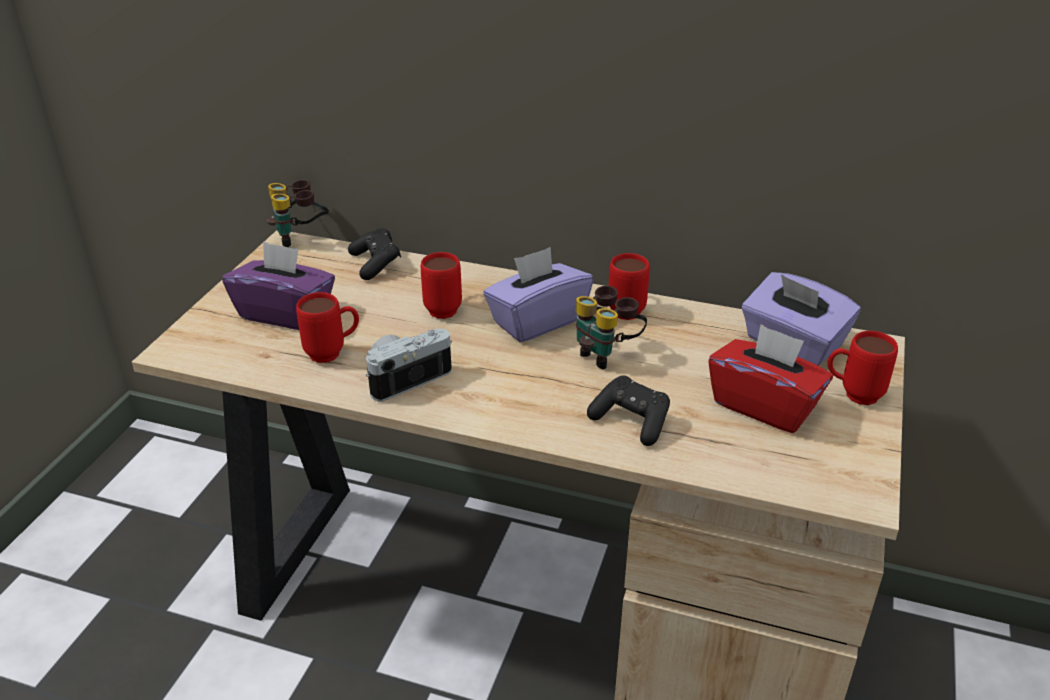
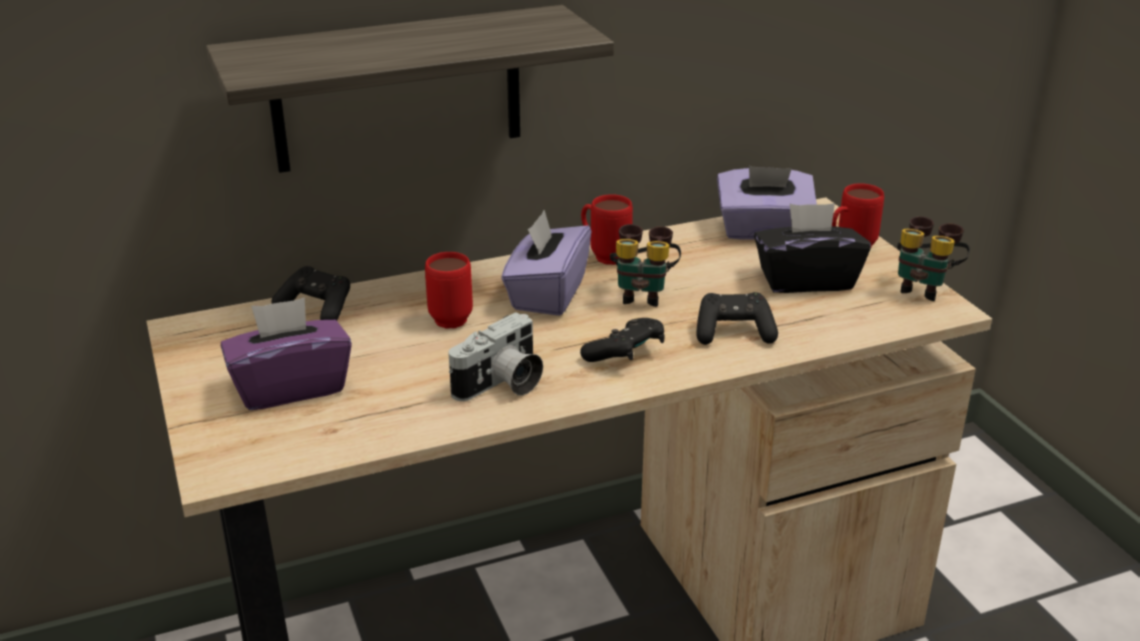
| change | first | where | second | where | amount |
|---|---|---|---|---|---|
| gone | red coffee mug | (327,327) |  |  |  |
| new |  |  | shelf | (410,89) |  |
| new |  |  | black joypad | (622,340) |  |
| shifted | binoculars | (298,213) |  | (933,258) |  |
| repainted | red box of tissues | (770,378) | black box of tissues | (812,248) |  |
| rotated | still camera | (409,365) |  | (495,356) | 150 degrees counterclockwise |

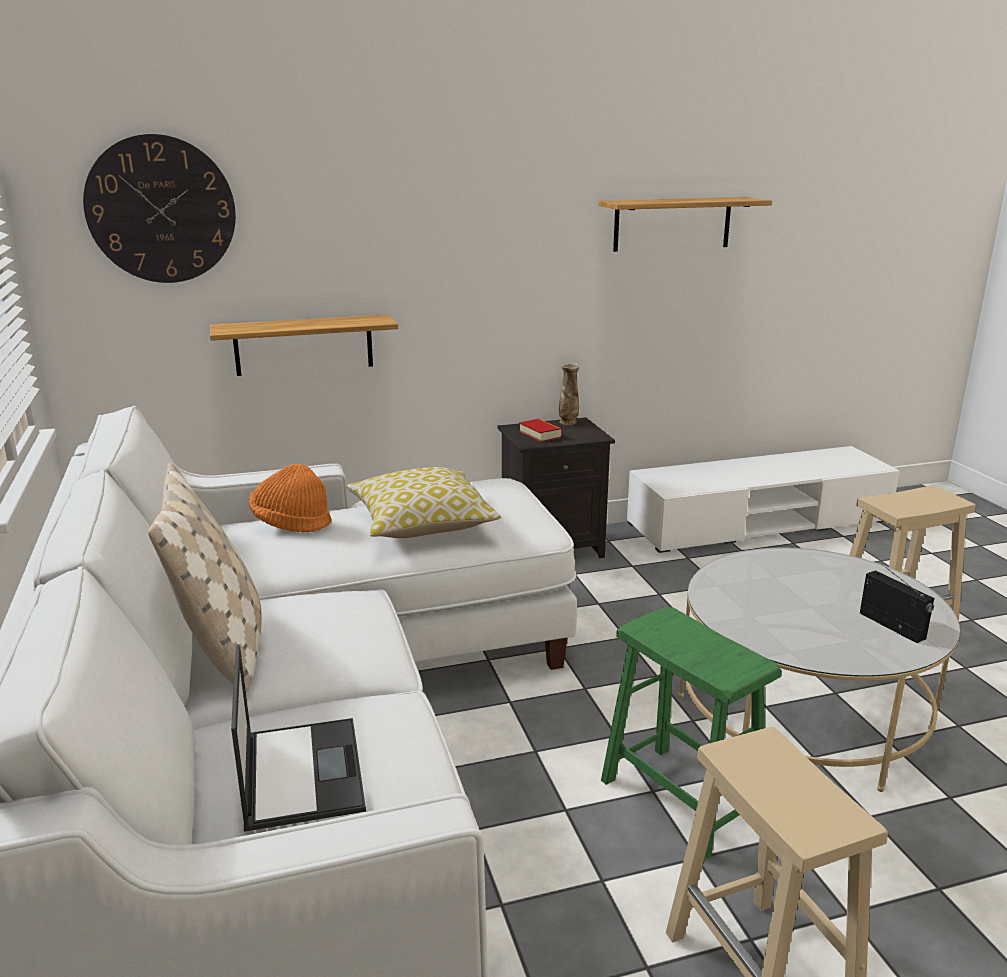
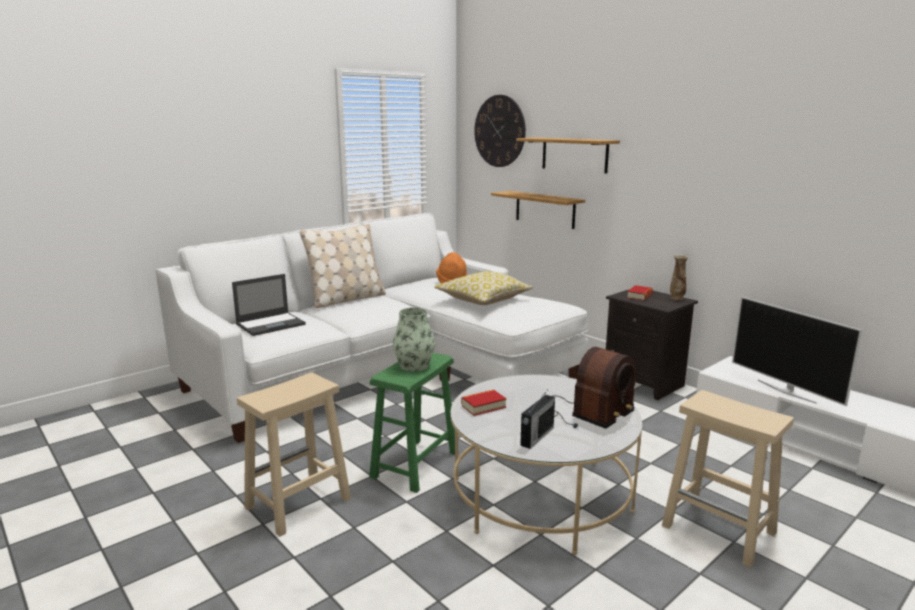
| change | first | where | second | where | amount |
|---|---|---|---|---|---|
| new |  |  | decorative vase | (414,339) |  |
| new |  |  | book | (483,403) |  |
| new |  |  | radio set | (595,388) |  |
| new |  |  | TV | (797,351) |  |
| shifted | shelf | (685,224) |  | (568,156) |  |

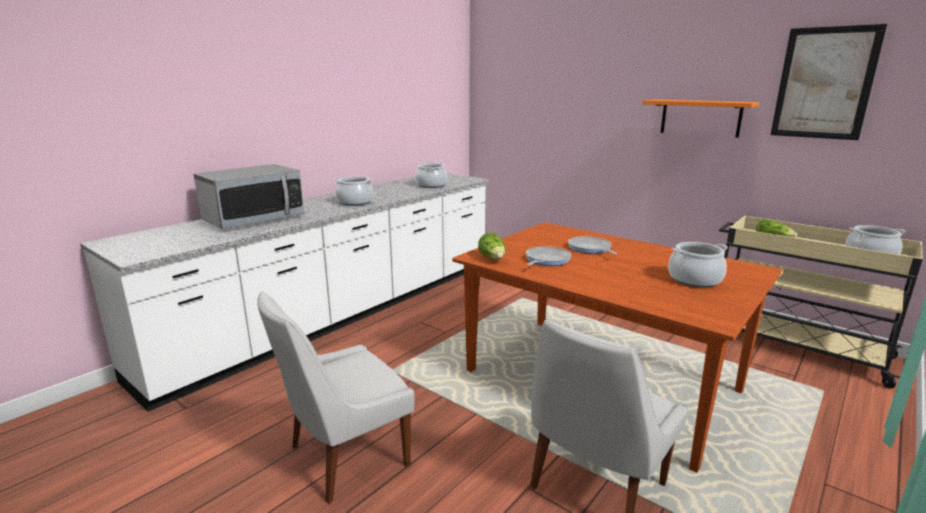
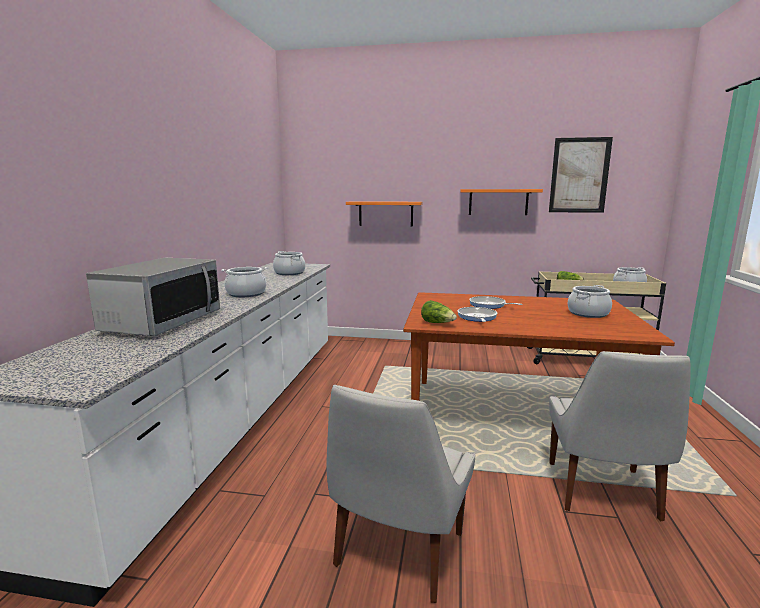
| change | first | where | second | where | amount |
|---|---|---|---|---|---|
| new |  |  | orange-coloured shelf | (384,213) |  |

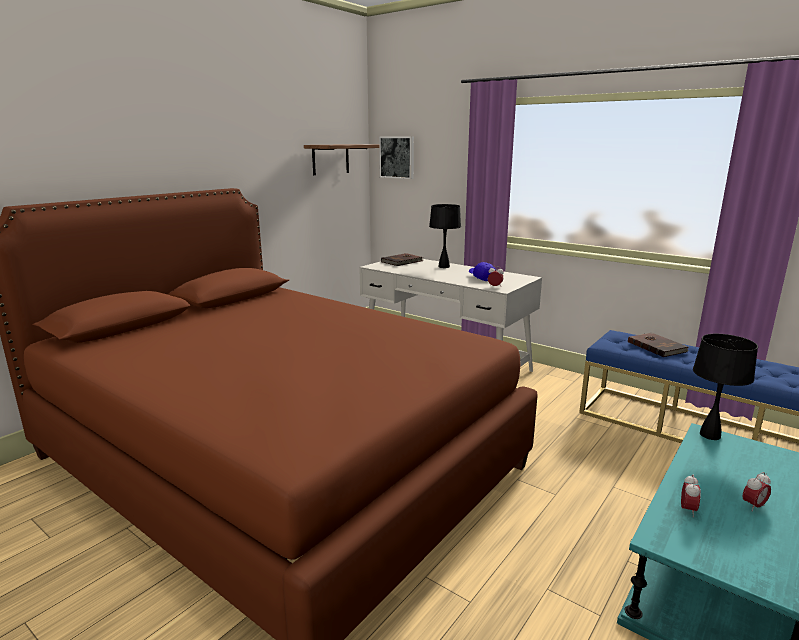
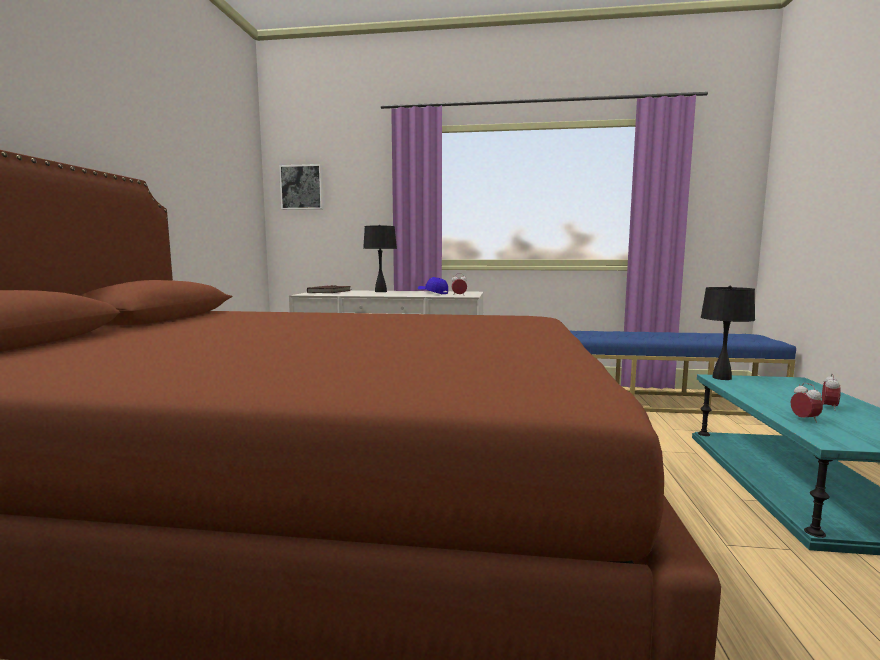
| change | first | where | second | where | amount |
|---|---|---|---|---|---|
| gone | shelf | (341,159) |  |  |  |
| gone | brown book | (658,345) |  |  |  |

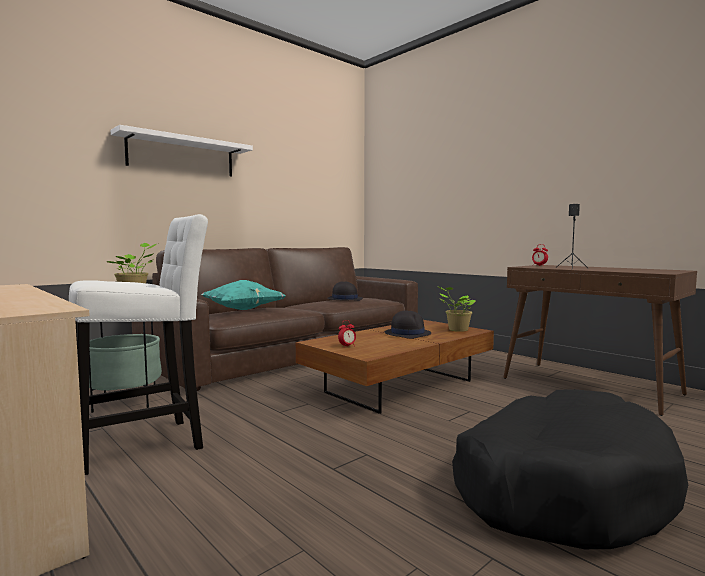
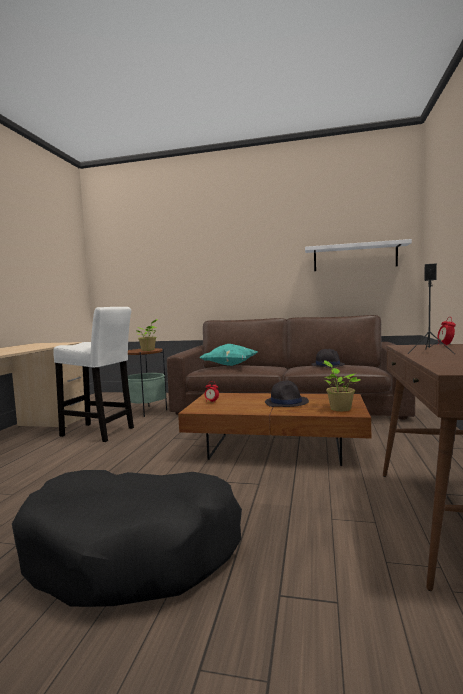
| change | first | where | second | where | amount |
|---|---|---|---|---|---|
| shifted | whitish shelf | (182,151) |  | (358,255) |  |

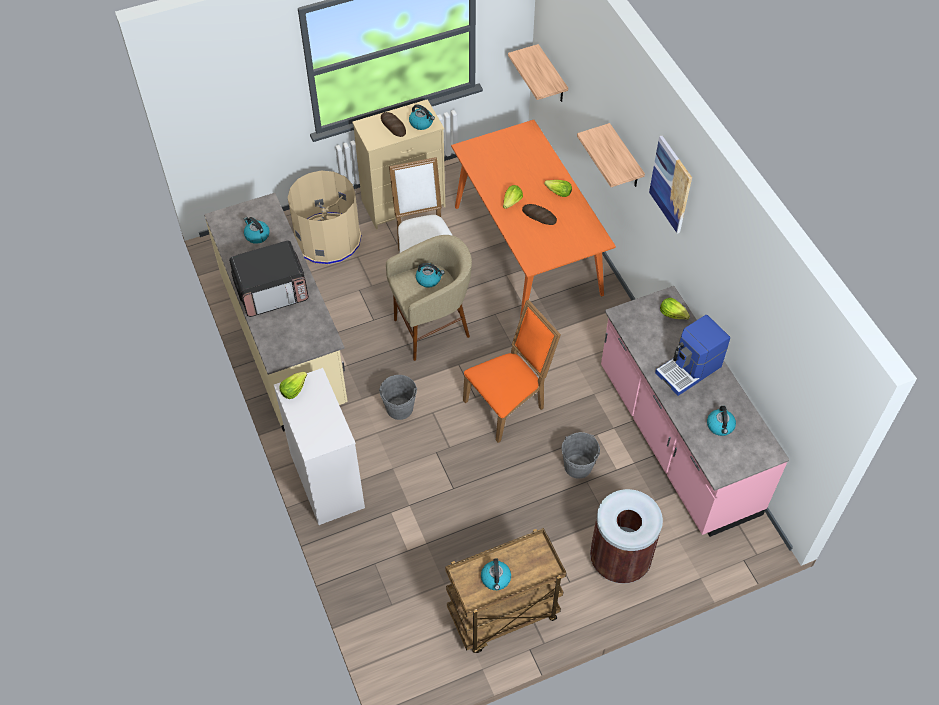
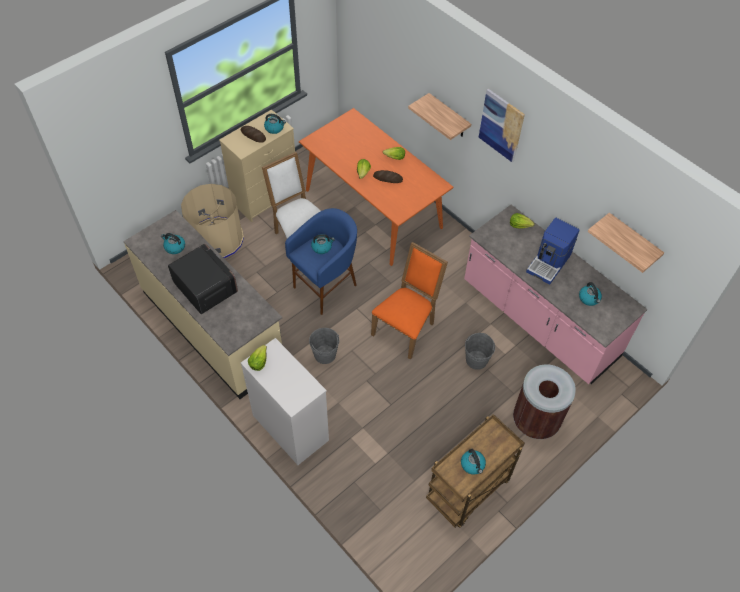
| change | first | where | second | where | amount |
|---|---|---|---|---|---|
| shifted | shelf | (538,73) |  | (626,243) |  |
| repainted | sand-coloured stool seat | (429,298) | blue stool seat | (321,261) |  |
| rotated | microwave | (269,279) |  | (203,278) | 90 degrees counterclockwise |

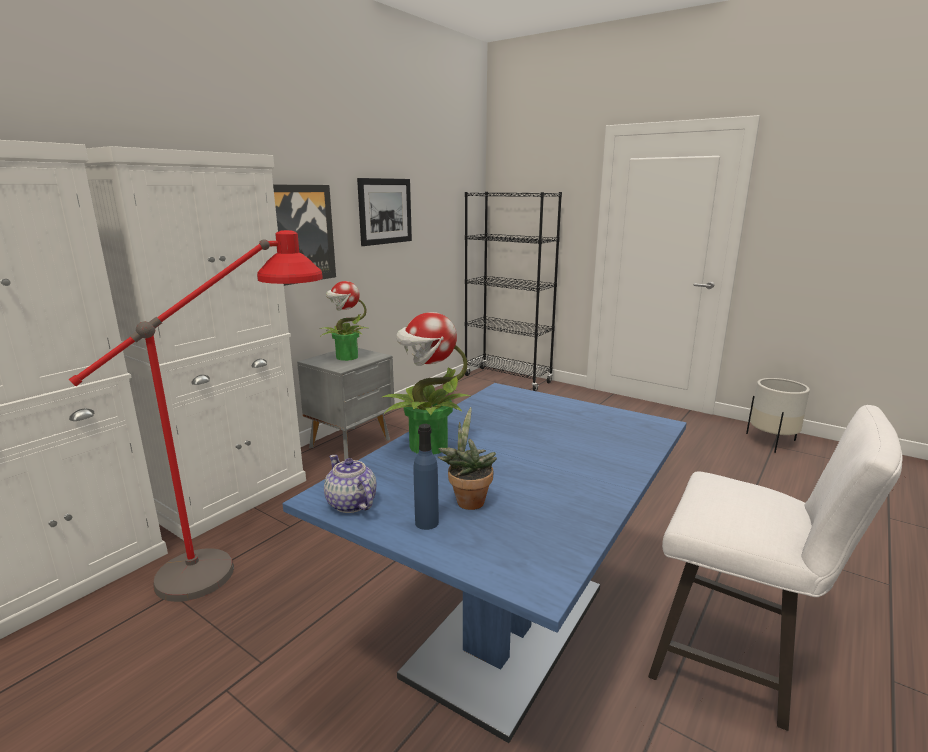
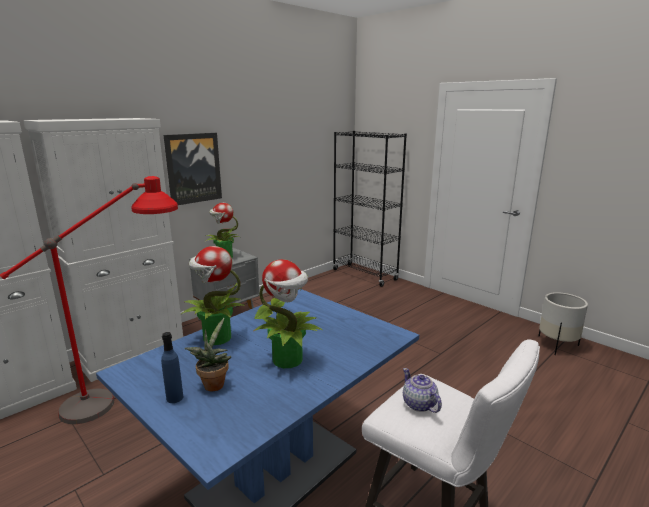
| change | first | where | second | where | amount |
|---|---|---|---|---|---|
| gone | picture | (384,212) |  |  |  |
| new |  |  | potted plant | (288,313) |  |
| shifted | tea pot | (350,484) |  | (422,390) |  |

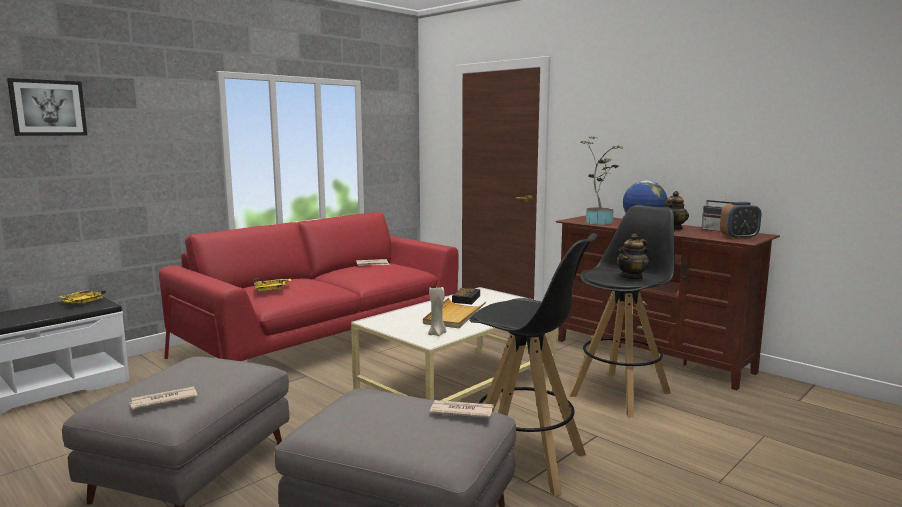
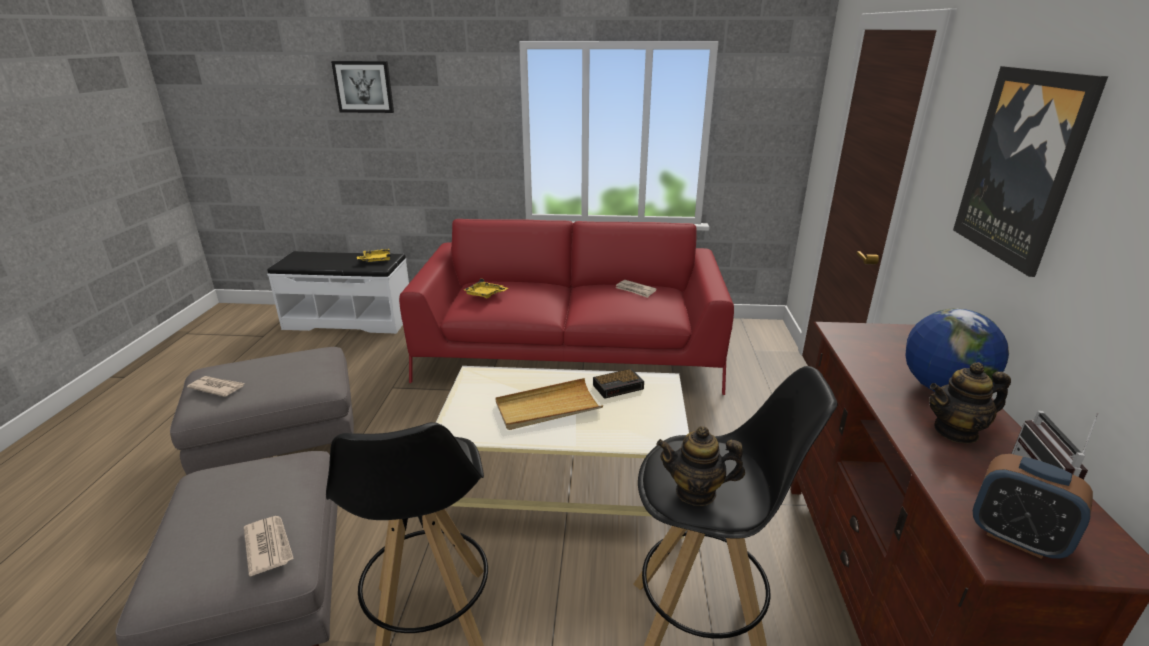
| change | first | where | second | where | amount |
|---|---|---|---|---|---|
| gone | sand-coloured candle | (437,312) |  |  |  |
| gone | potted plant | (602,180) |  |  |  |
| new |  |  | picture | (1030,171) |  |

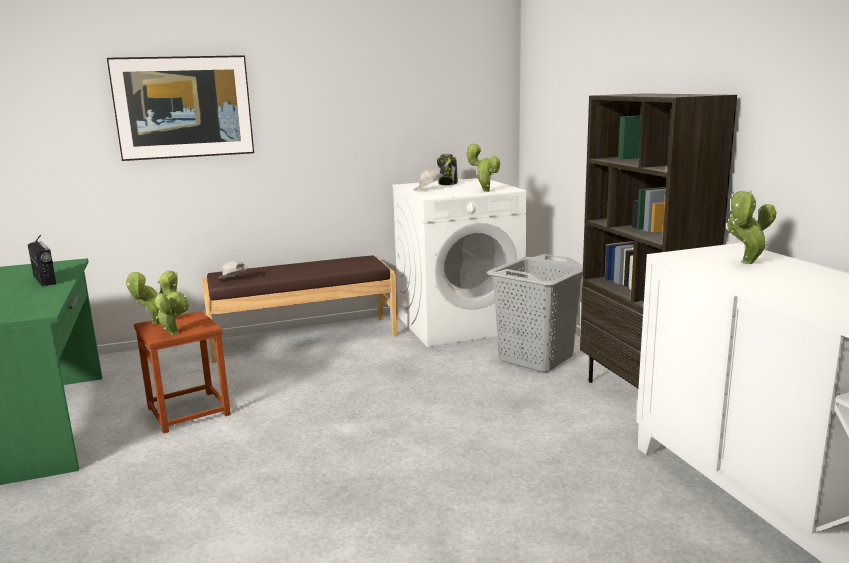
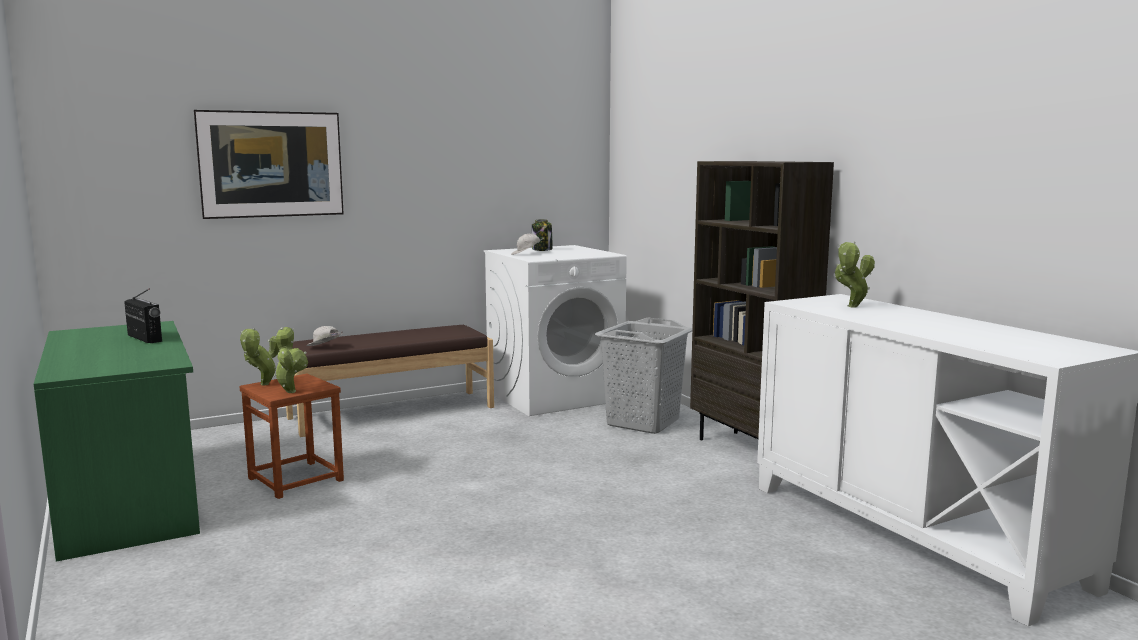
| change | first | where | second | where | amount |
|---|---|---|---|---|---|
| gone | potted plant | (483,167) |  |  |  |

